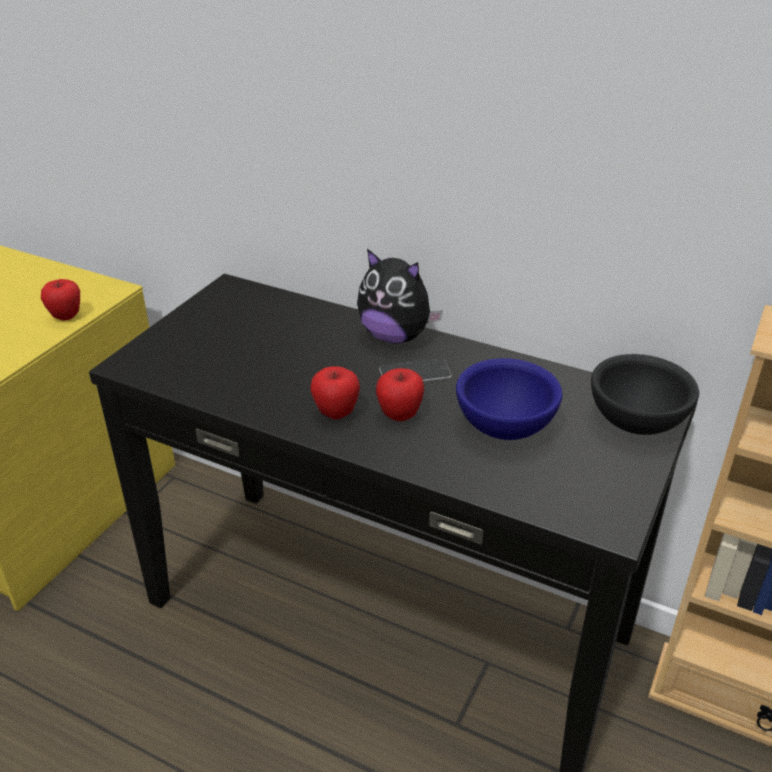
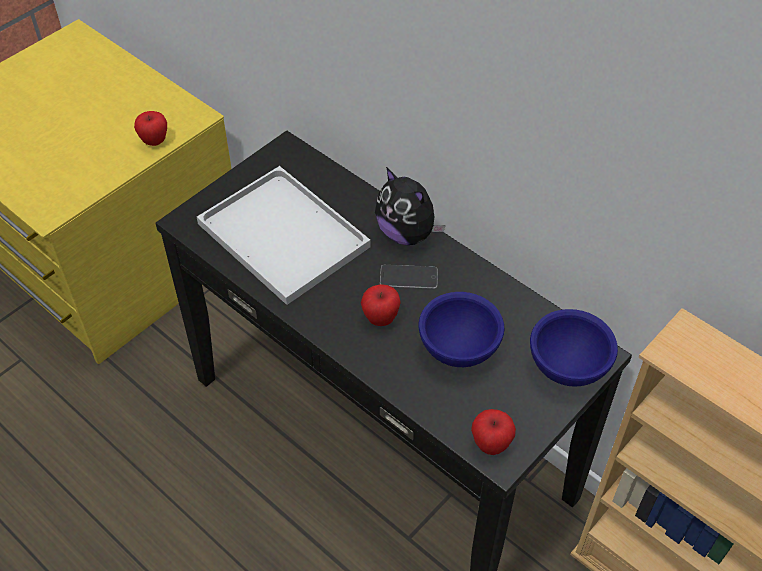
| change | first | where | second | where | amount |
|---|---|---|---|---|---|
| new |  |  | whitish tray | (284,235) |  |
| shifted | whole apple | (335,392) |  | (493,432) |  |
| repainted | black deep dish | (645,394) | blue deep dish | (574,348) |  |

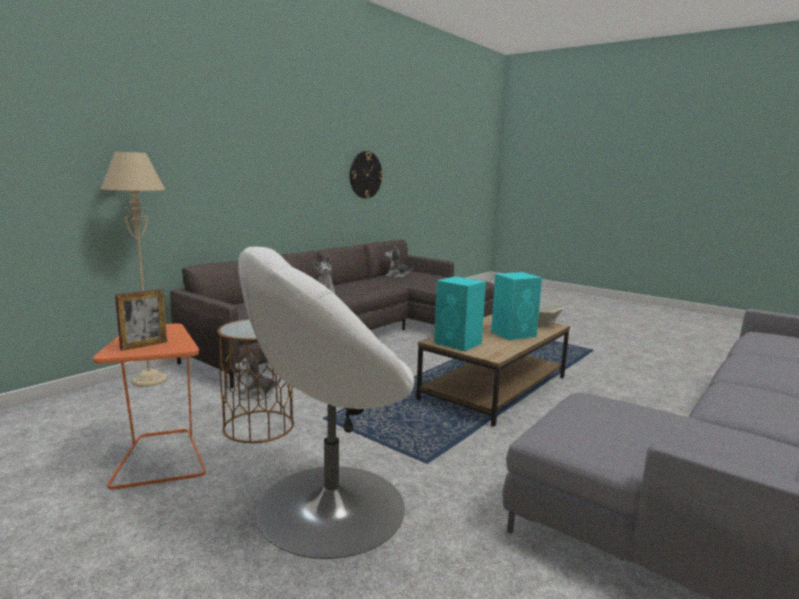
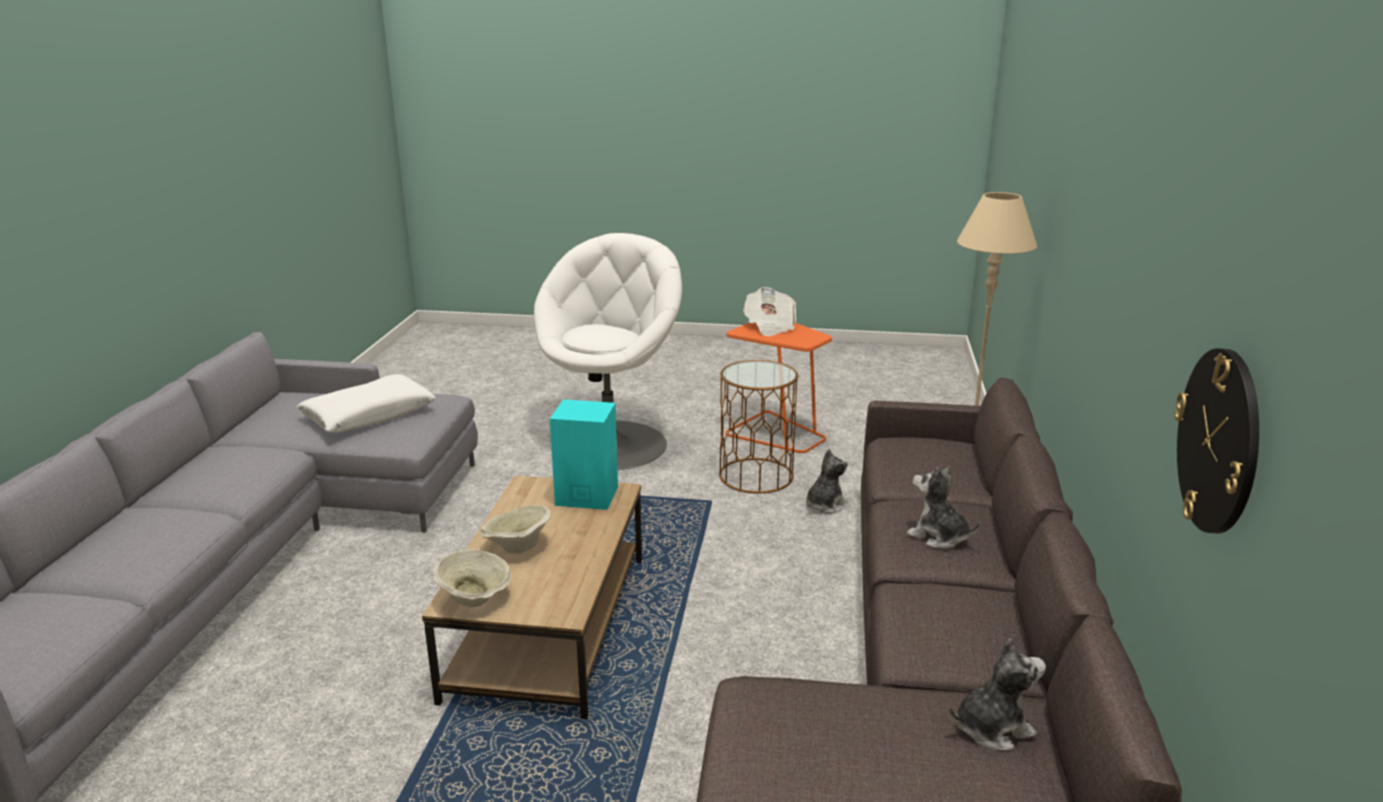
| change | first | where | second | where | amount |
|---|---|---|---|---|---|
| new |  |  | whitish throw pillow | (366,403) |  |
| swapped | photo frame | (141,320) | daily paper | (769,311) |  |
| swapped | turquoise-coloured loudspeaker | (516,306) | sand-coloured deep dish | (516,529) |  |

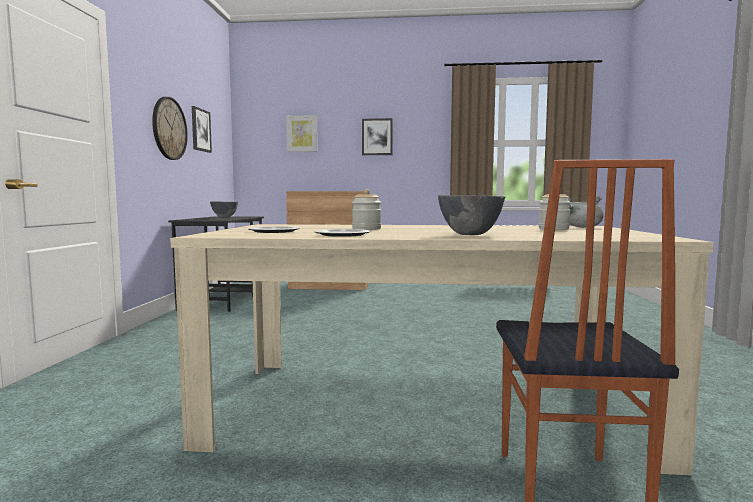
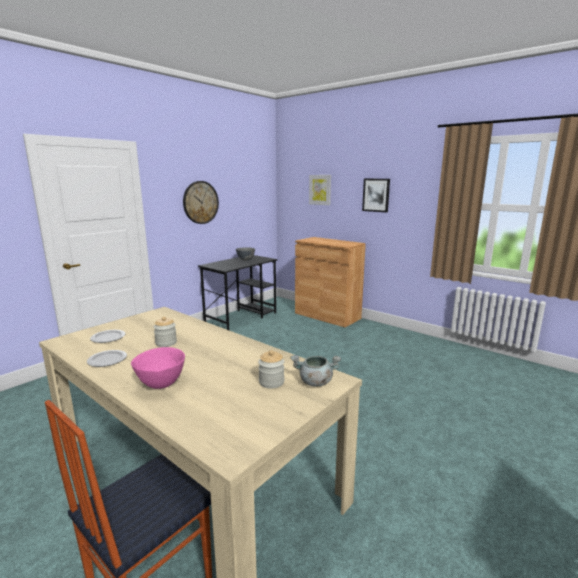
| change | first | where | second | where | amount |
|---|---|---|---|---|---|
| gone | picture | (202,129) |  |  |  |
| repainted | greyish deep dish | (471,215) | pink deep dish | (158,368) |  |

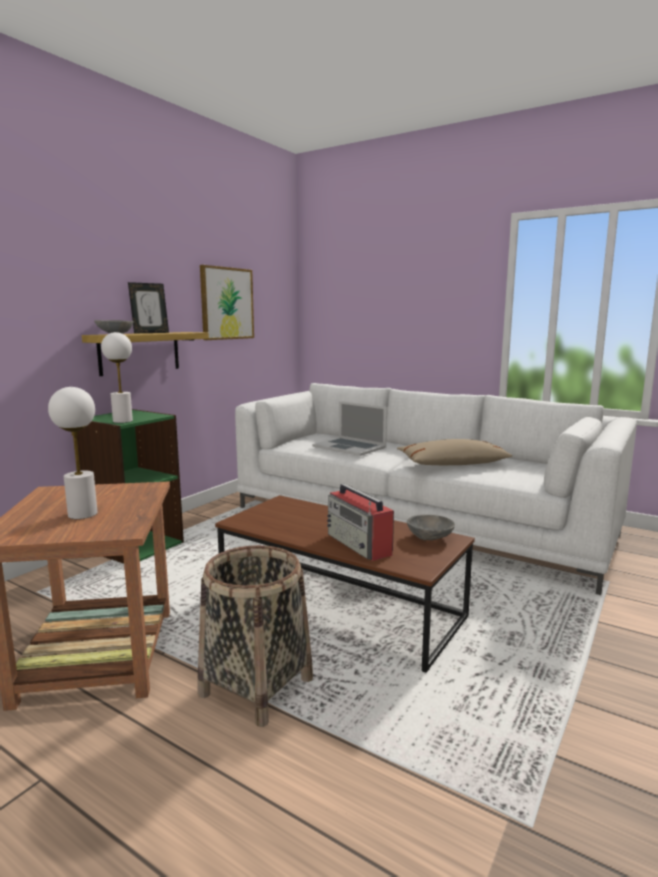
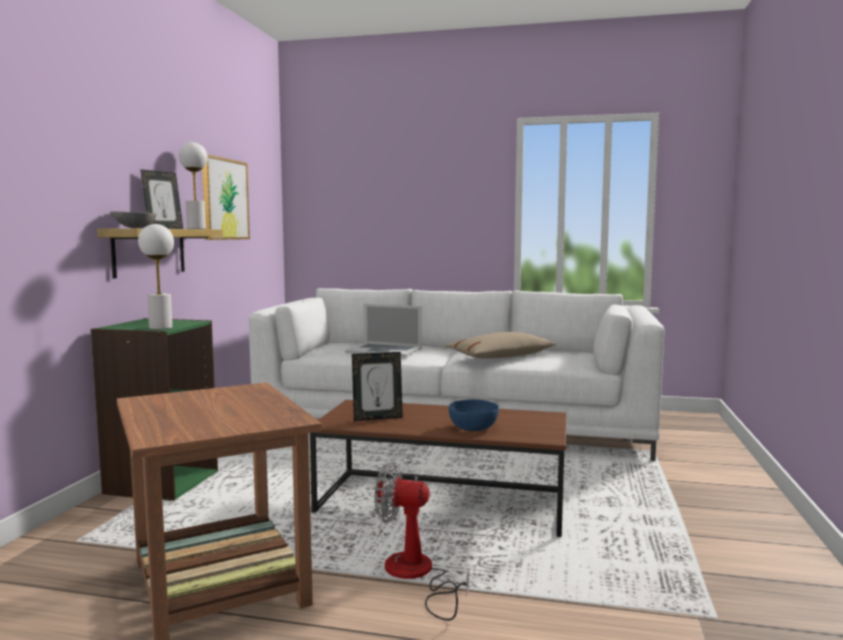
| change | first | where | second | where | amount |
|---|---|---|---|---|---|
| gone | greyish deep dish | (431,527) |  |  |  |
| new |  |  | photo frame | (377,386) |  |
| shifted | whitish table lamp | (72,453) |  | (193,185) |  |
| swapped | household basket | (255,636) | electric fan | (421,541) |  |
| swapped | radio set | (360,522) | blue deep dish | (474,415) |  |

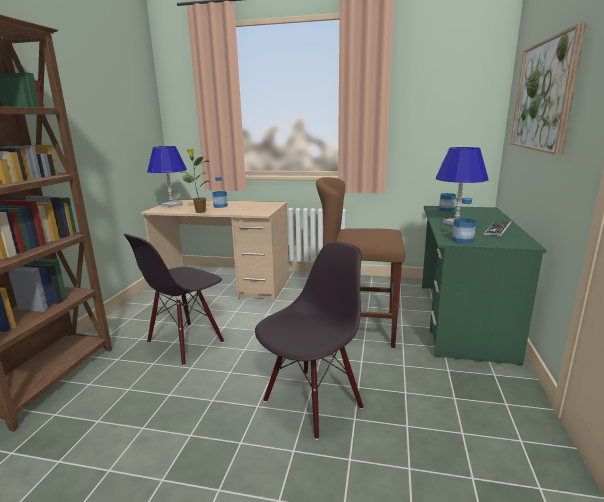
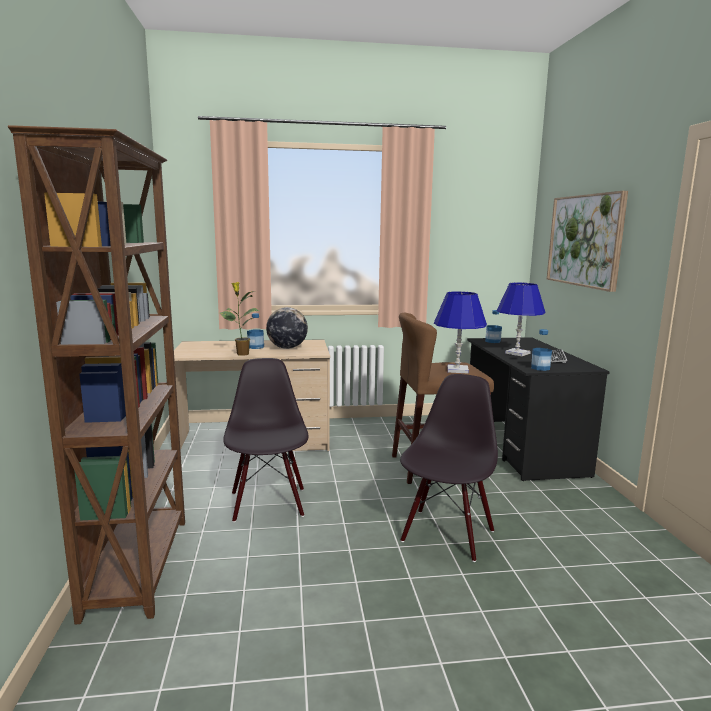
| change | first | where | second | where | amount |
|---|---|---|---|---|---|
| new |  |  | world globe | (287,328) |  |
| shifted | blue table lamp | (167,176) |  | (460,332) |  |
| repainted | green-coloured desk | (484,285) | black desk | (538,409) |  |
| rotated | black plain chair | (173,300) |  | (266,440) | 150 degrees clockwise |

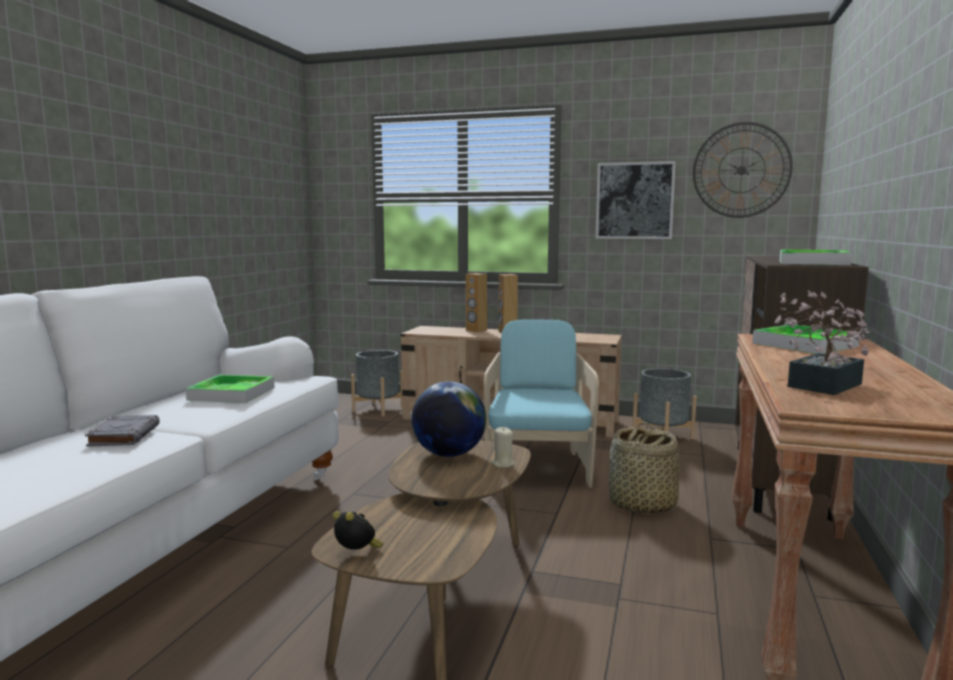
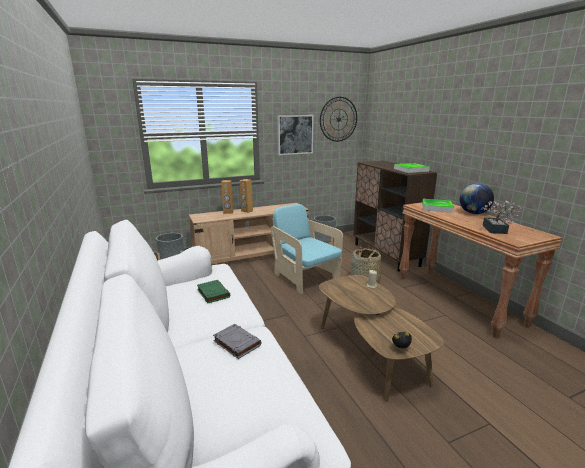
| change | first | where | second | where | amount |
|---|---|---|---|---|---|
| shifted | world globe | (448,419) |  | (477,198) |  |
| swapped | tray | (230,389) | green-coloured book | (213,291) |  |

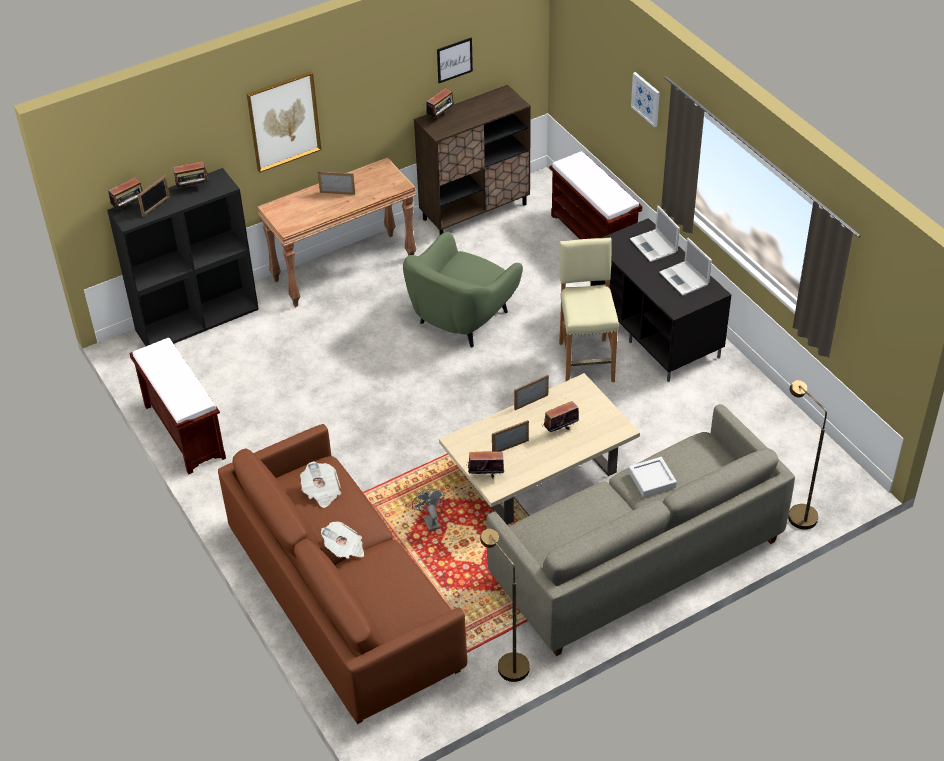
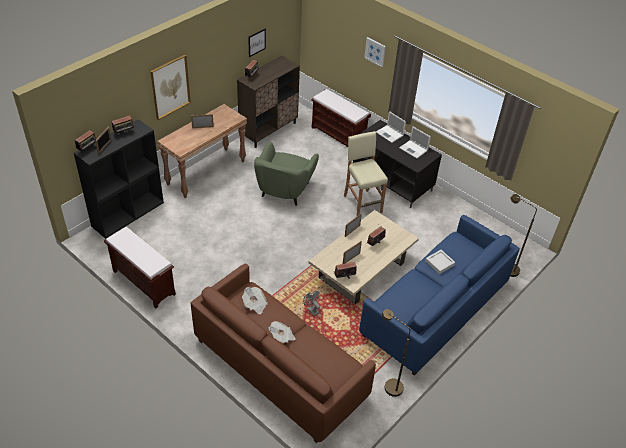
| change | first | where | second | where | amount |
|---|---|---|---|---|---|
| repainted | greyish sofa | (641,530) | blue sofa | (439,295) |  |

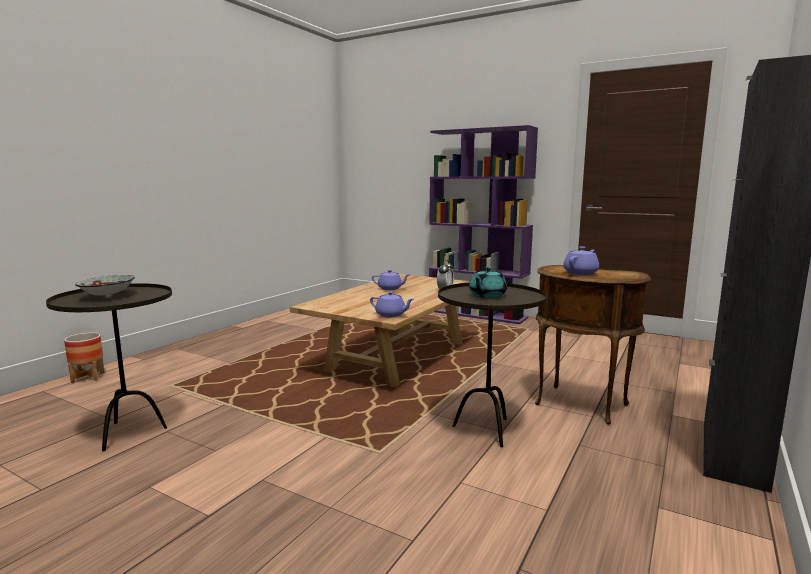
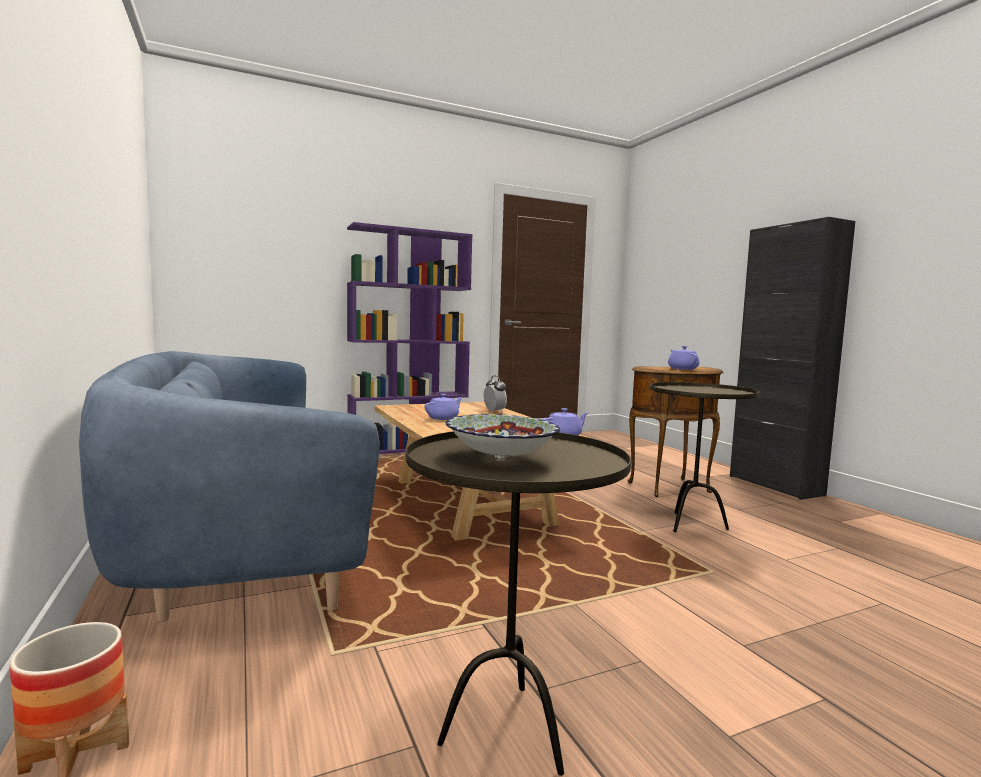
| change | first | where | second | where | amount |
|---|---|---|---|---|---|
| gone | turquoise-coloured tea pot | (488,282) |  |  |  |
| new |  |  | blue sofa | (229,486) |  |

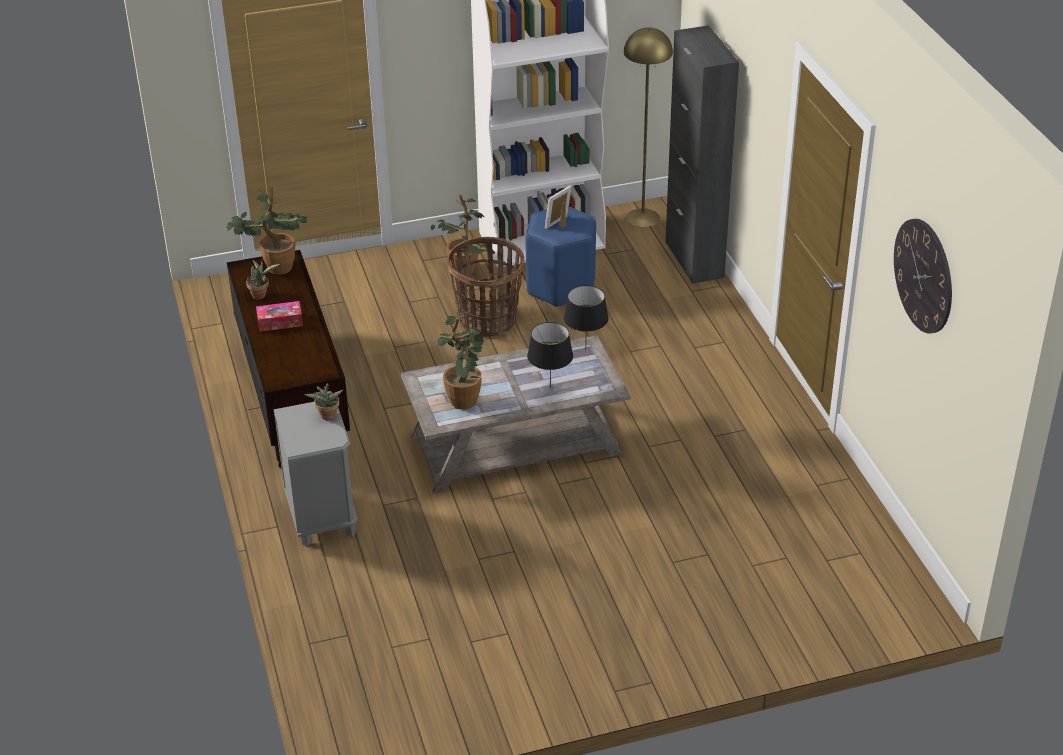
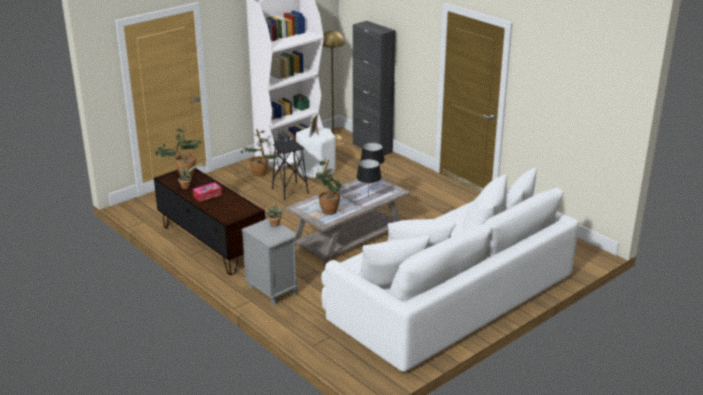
| change | first | where | second | where | amount |
|---|---|---|---|---|---|
| gone | wall clock | (923,276) |  |  |  |
| new |  |  | whitish sofa | (450,270) |  |
| swapped | household basket | (485,287) | black stool seat | (290,169) |  |
| repainted | blue stool seat | (560,256) | whitish stool seat | (315,153) |  |

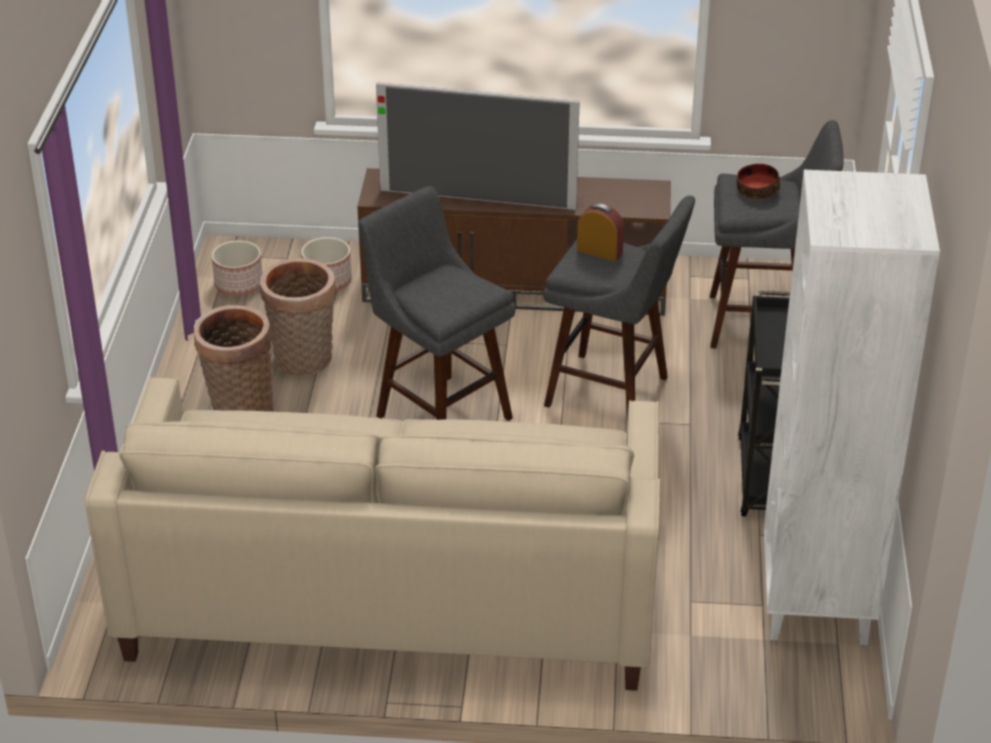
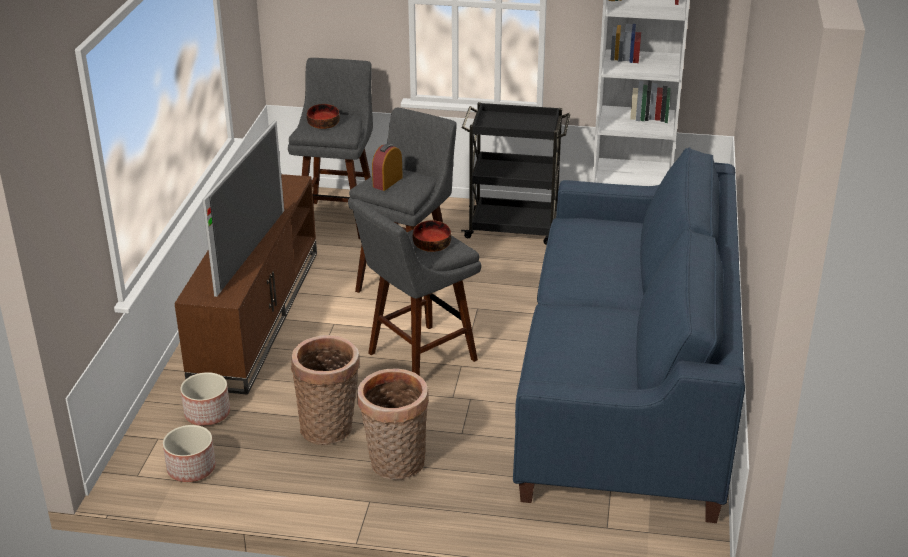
| change | first | where | second | where | amount |
|---|---|---|---|---|---|
| new |  |  | deep dish | (431,236) |  |
| repainted | sand-coloured sofa | (373,534) | blue sofa | (629,335) |  |

